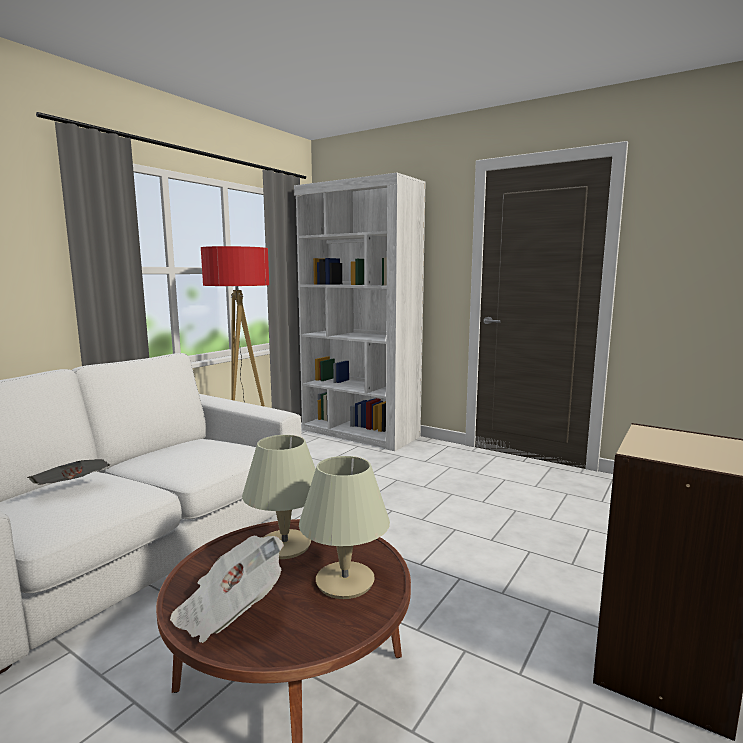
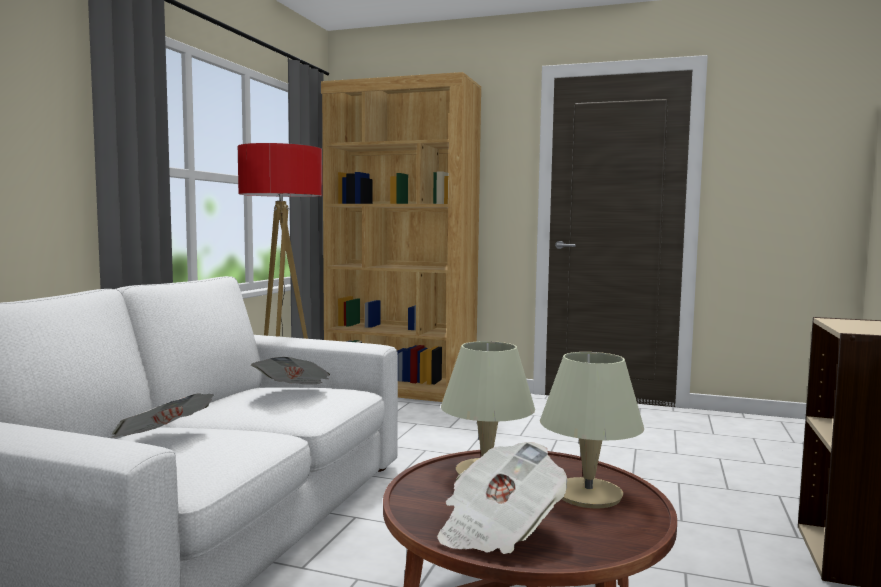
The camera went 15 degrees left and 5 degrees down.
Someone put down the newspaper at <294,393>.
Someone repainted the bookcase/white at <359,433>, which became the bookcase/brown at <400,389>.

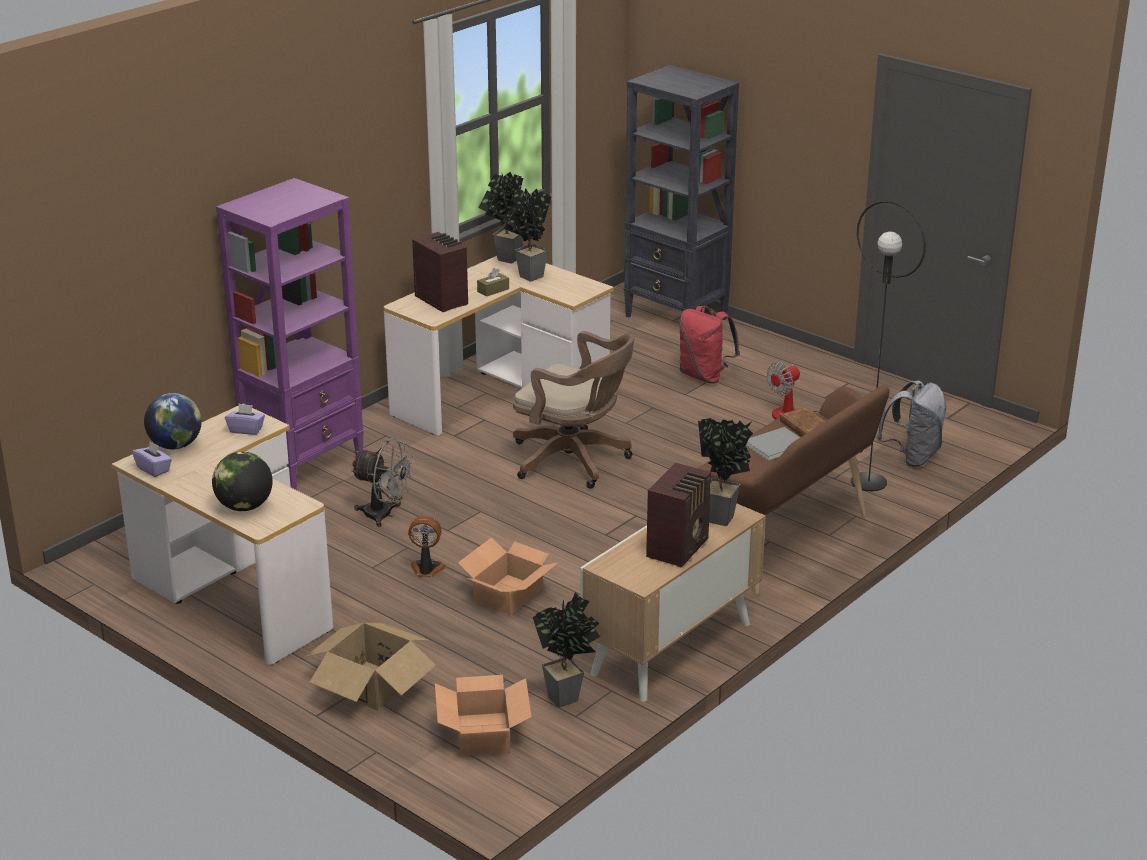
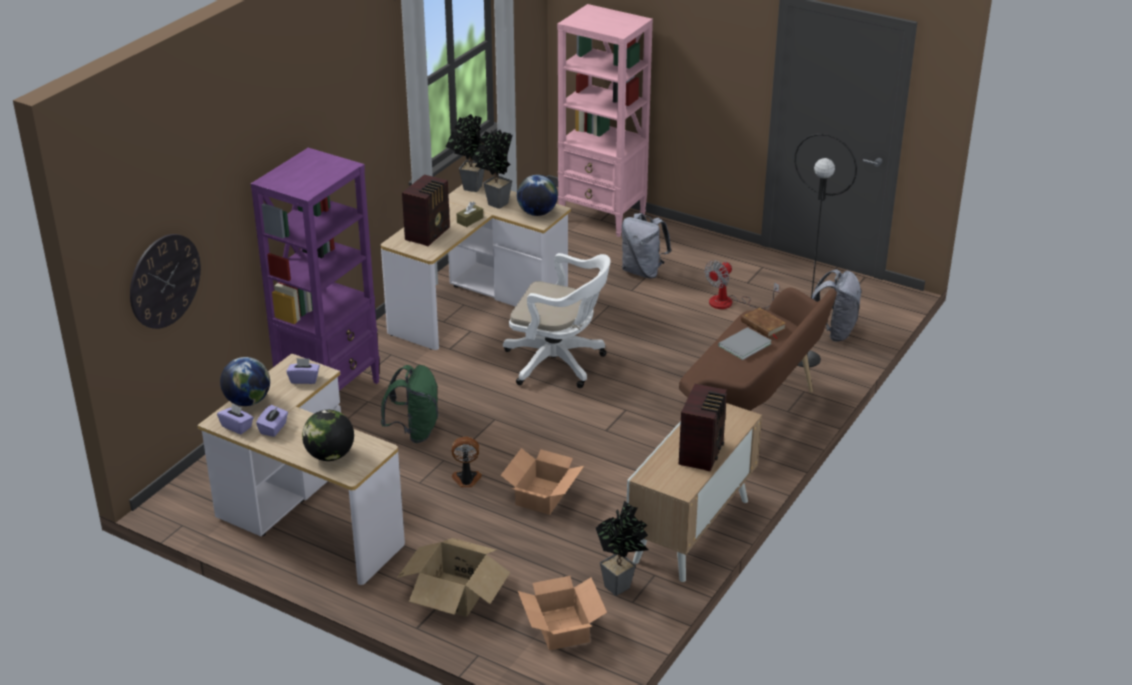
The camera went 10 degrees left and 5 degrees up.
Someone put up the wall clock at <164,281>.
Someone put down the tissue box/purple at <273,428>.
Someone swapped the fan/grey at <385,515> for the backpack/green at <414,431>.
Someone rotated the radio at <441,300> by 75 degrees clockwise.
Someone repainted the office chair/brown at <575,461>, which became the office chair/white at <559,363>.
Someone put down the globe at <537,213>.
Someone repainted the bookcase/black at <676,318>, which became the bookcase/pink at <603,217>.
Someone repainted the backpack/red at <705,376>, which became the backpack/grey at <643,271>.
Someone took away the potted plant at <723,521>.

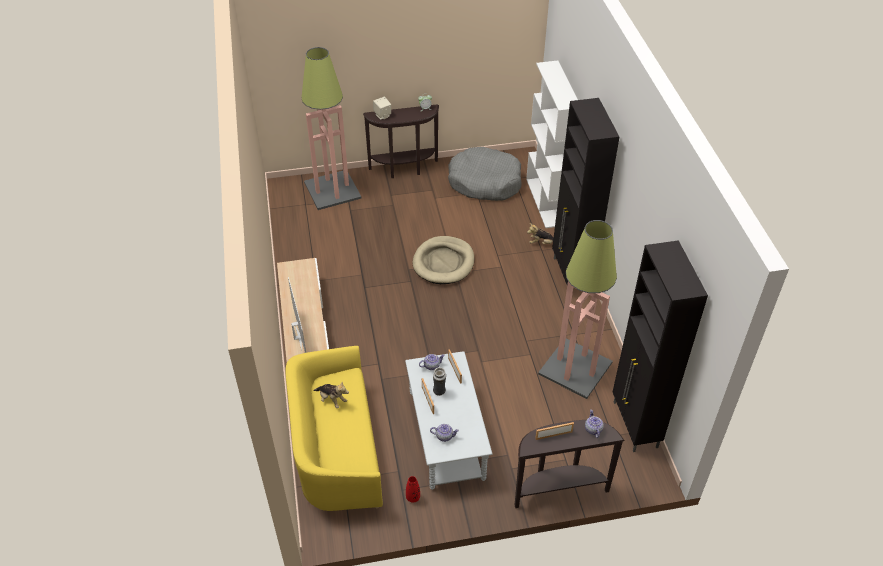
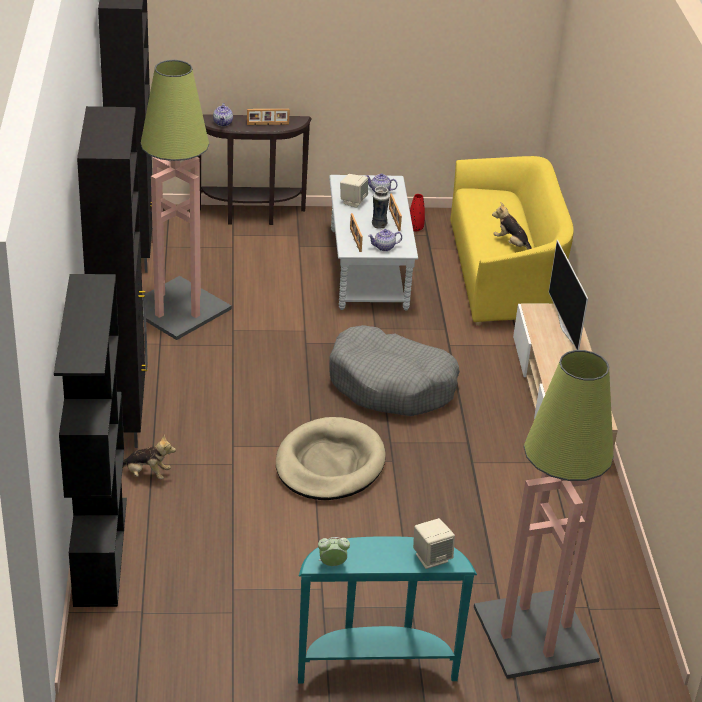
The camera went 175 degrees left and 10 degrees down.
Someone repainted the bookcase/white at <546,202>, which became the bookcase/black at <100,550>.
Someone repainted the console table/brown at <404,169>, which became the console table/turquoise at <376,666>.
Someone carried the dog bed/grey from <484,182> to <391,385>.
Someone put down the speaker/beige at <353,201>.

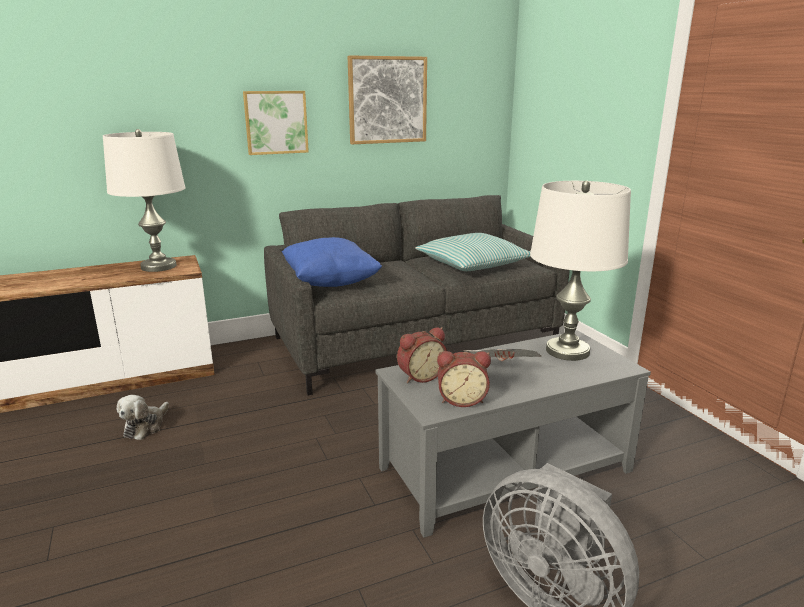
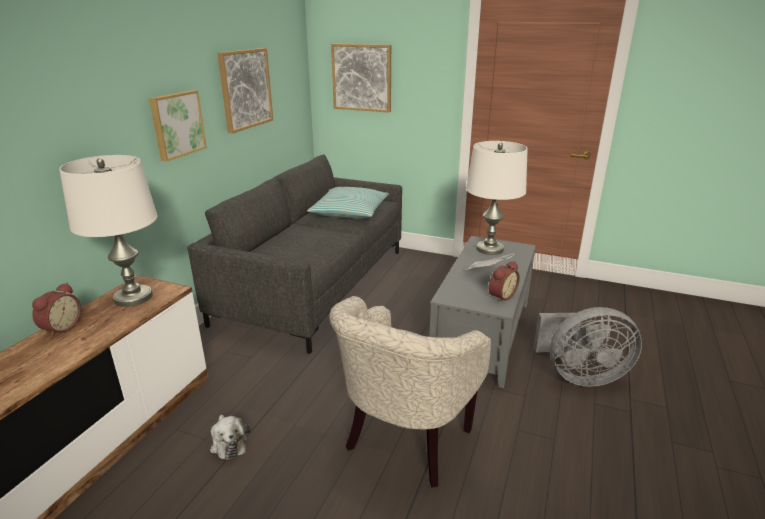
The camera went 45 degrees left and 5 degrees up.
Someone carried the alarm clock from <420,376> to <60,328>.
Someone put down the armchair/beige at <405,443>.
Someone put up the picture at <362,77>.
Someone took away the pillow/blue at <330,283>.

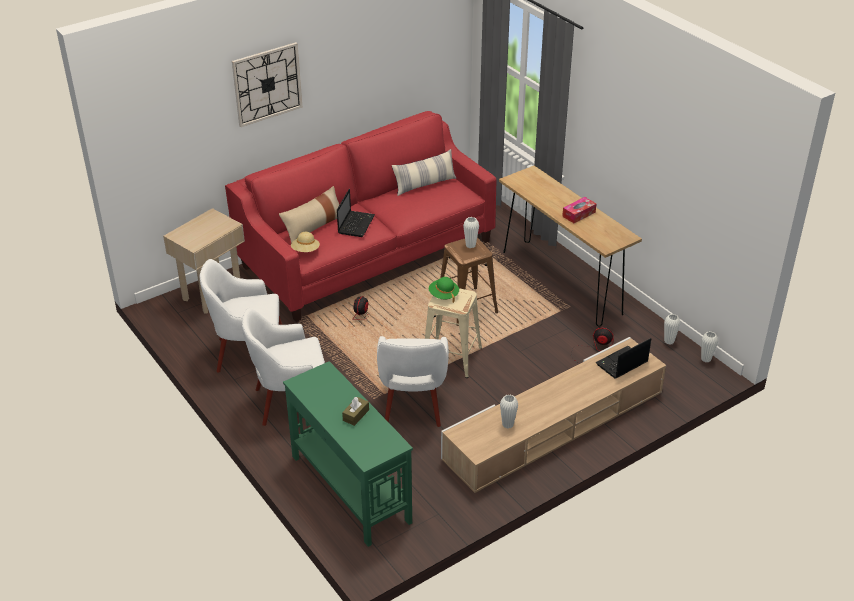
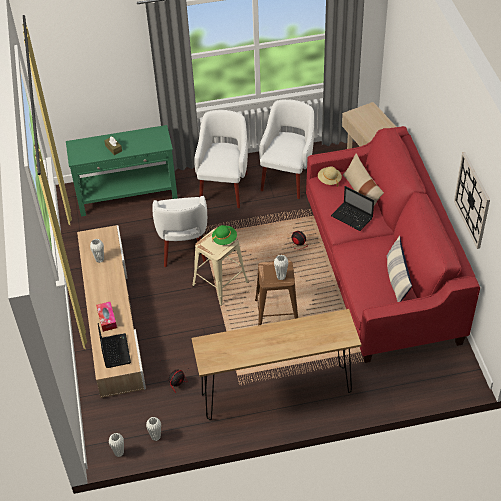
The camera went 115 degrees right and 10 degrees up.
Someone carried the tissue box from <579,214> to <107,319>.
Someone rotated the armchair/white at <412,404> by 120 degrees counterclockwise.
Someone carried the wall clock from <267,84> to <472,200>.

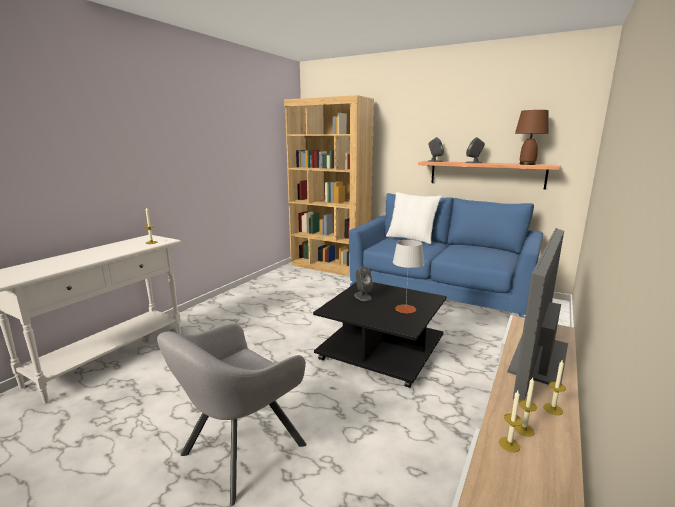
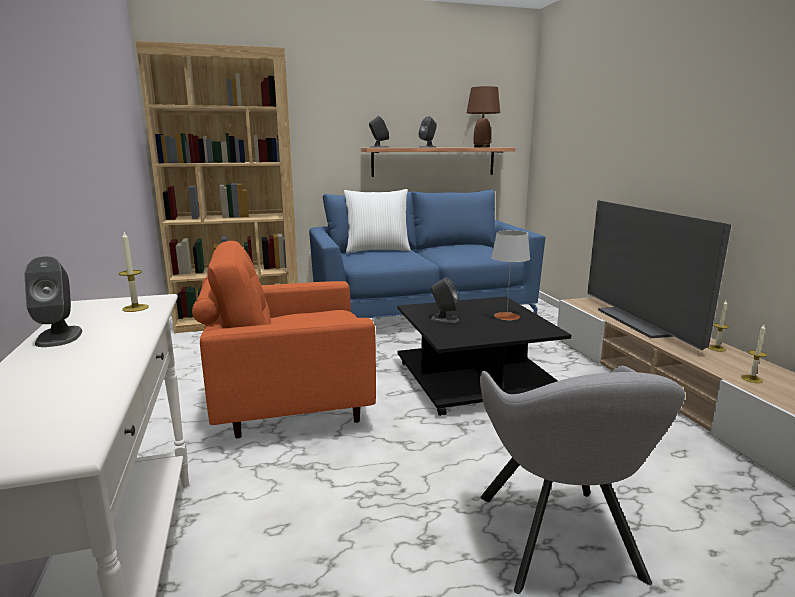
The camera went 45 degrees left and 0 degrees up.
Someone put down the speaker/grey at <59,336>.
Someone put down the armchair/orange at <290,404>.
Someone took away the candle at <524,429>.

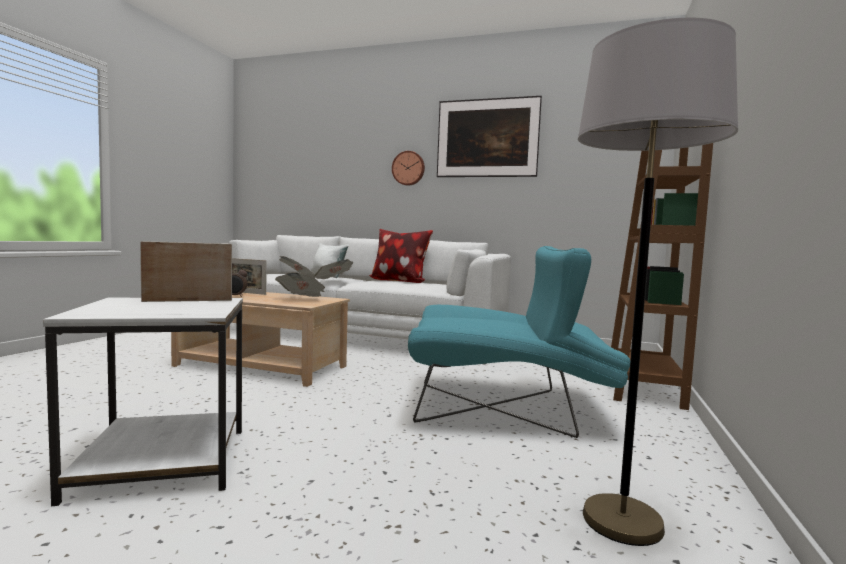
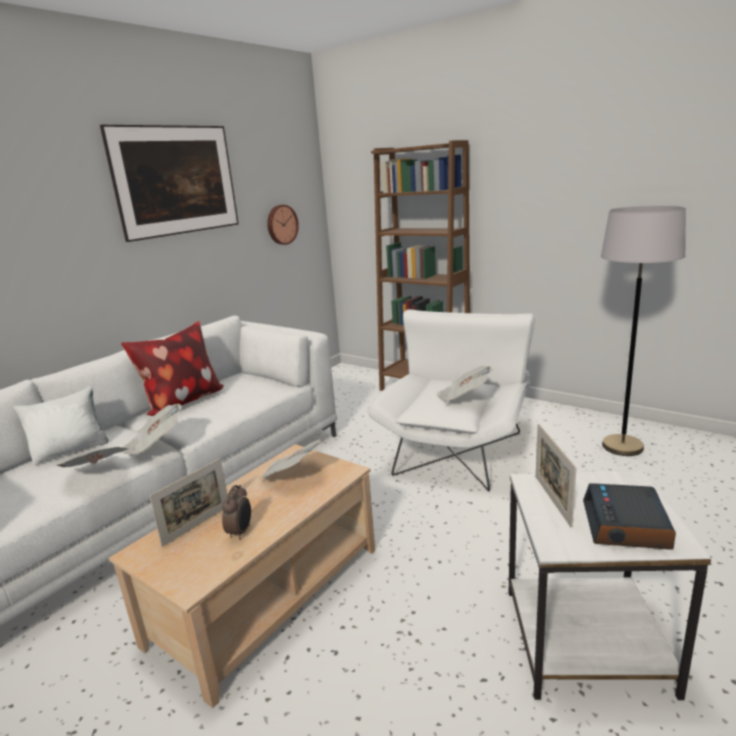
The camera went 70 degrees left and 15 degrees up.
Someone carried the wall clock from <408,168> to <281,224>.
Someone repainted the armchair/turquoise at <506,408>, which became the armchair/white at <459,447>.
Someone put down the newspaper at <463,397>.
Someone put down the alarm clock at <626,526>.

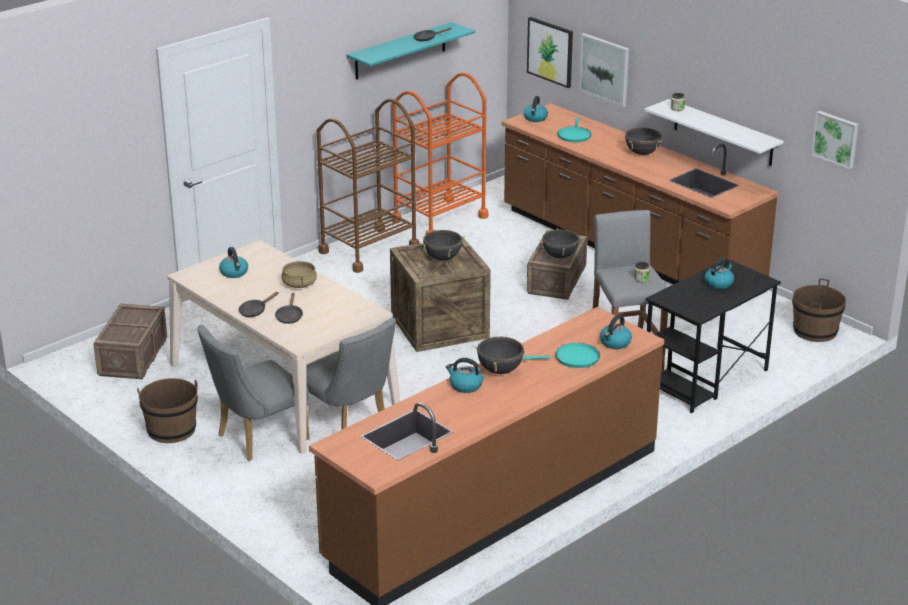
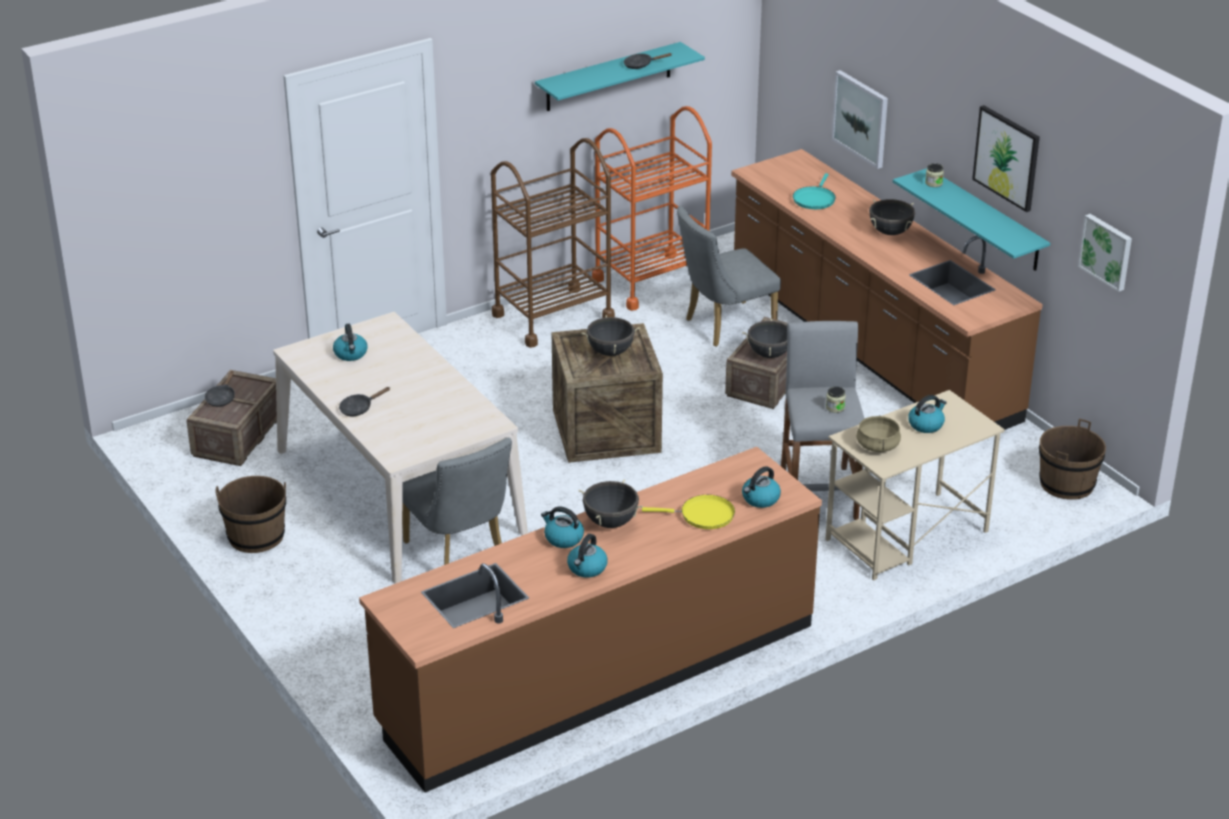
The camera went 10 degrees right and 5 degrees up.
Someone carried the frying pan/black from <289,316> to <221,398>.
Someone carried the kettle from <535,118> to <587,568>.
Someone repainted the frying pan/turquoise at <573,359>, which became the frying pan/yellow at <703,515>.
Someone carried the chair/grey from <256,439> to <724,326>.
Someone repainted the desk/black at <705,379>, which became the desk/beige at <906,536>.
Someone carried the cooking pot/beige from <299,284> to <878,446>.
Someone repainted the shelf/white at <723,133>, which became the shelf/turquoise at <985,220>.
Someone carried the picture from <550,51> to <1007,157>.

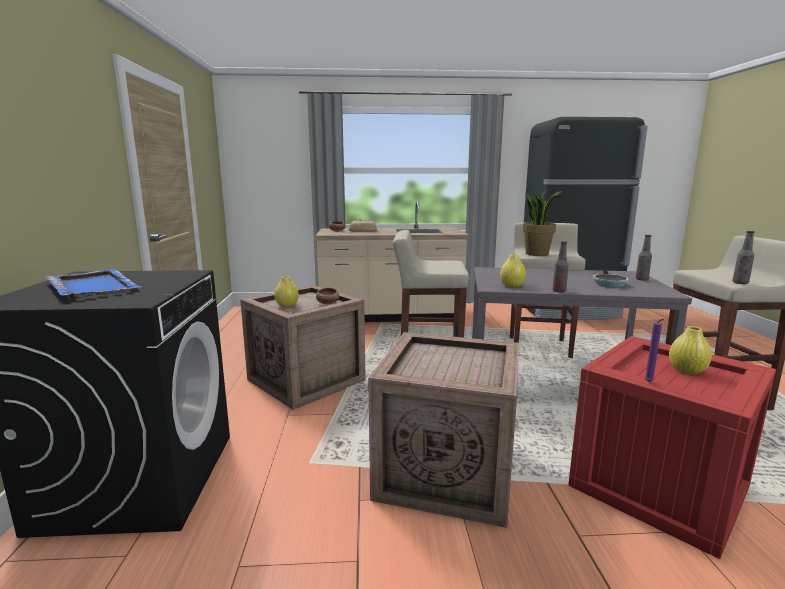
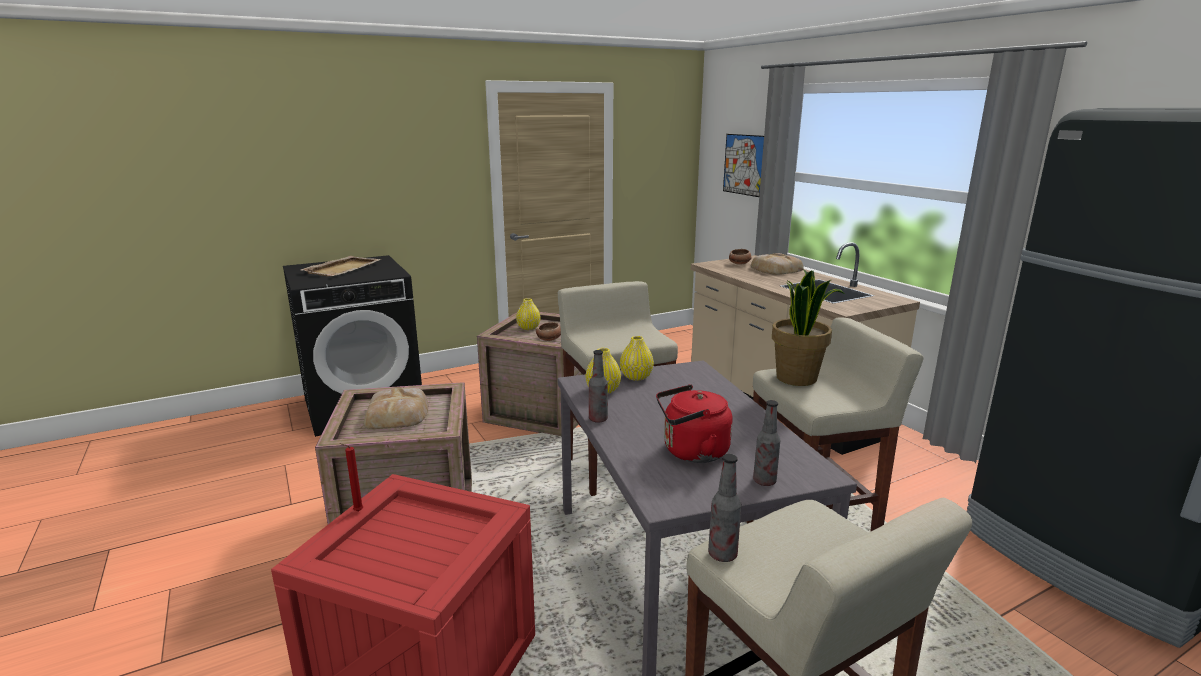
The camera went 65 degrees right and 5 degrees up.
Someone repainted the tray/blue at <93,286>, which became the tray/beige at <343,268>.
Someone repainted the candle/purple at <649,382>, which became the candle/red at <356,511>.
Someone put down the bread at <398,414>.
Someone carried the vase/yellow from <687,370> to <636,377>.
Someone swapped the frying pan at <608,283> for the kettle/red at <691,452>.
Someone put up the picture at <744,164>.

